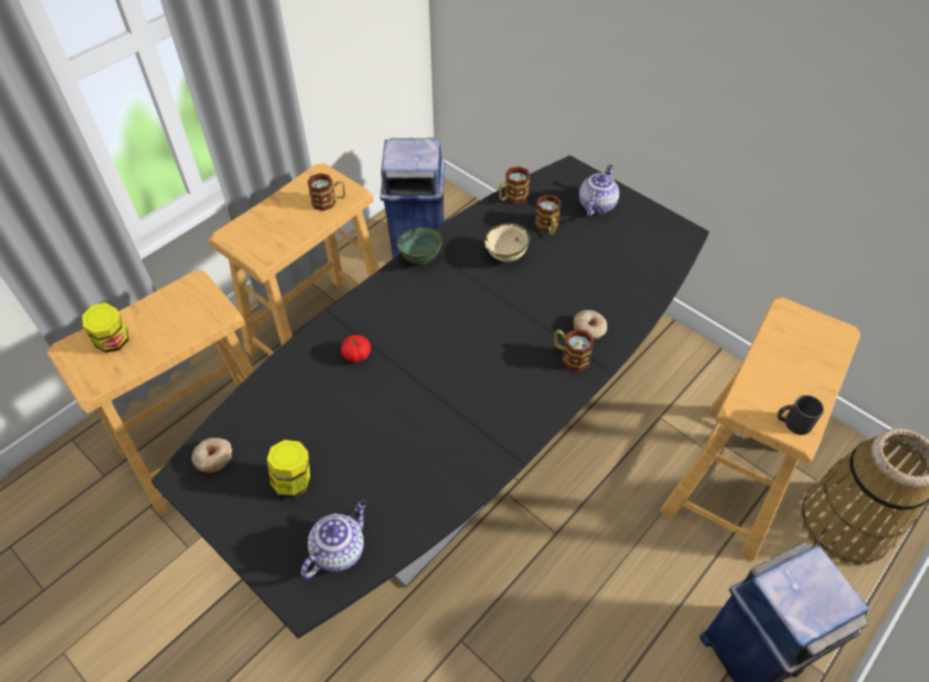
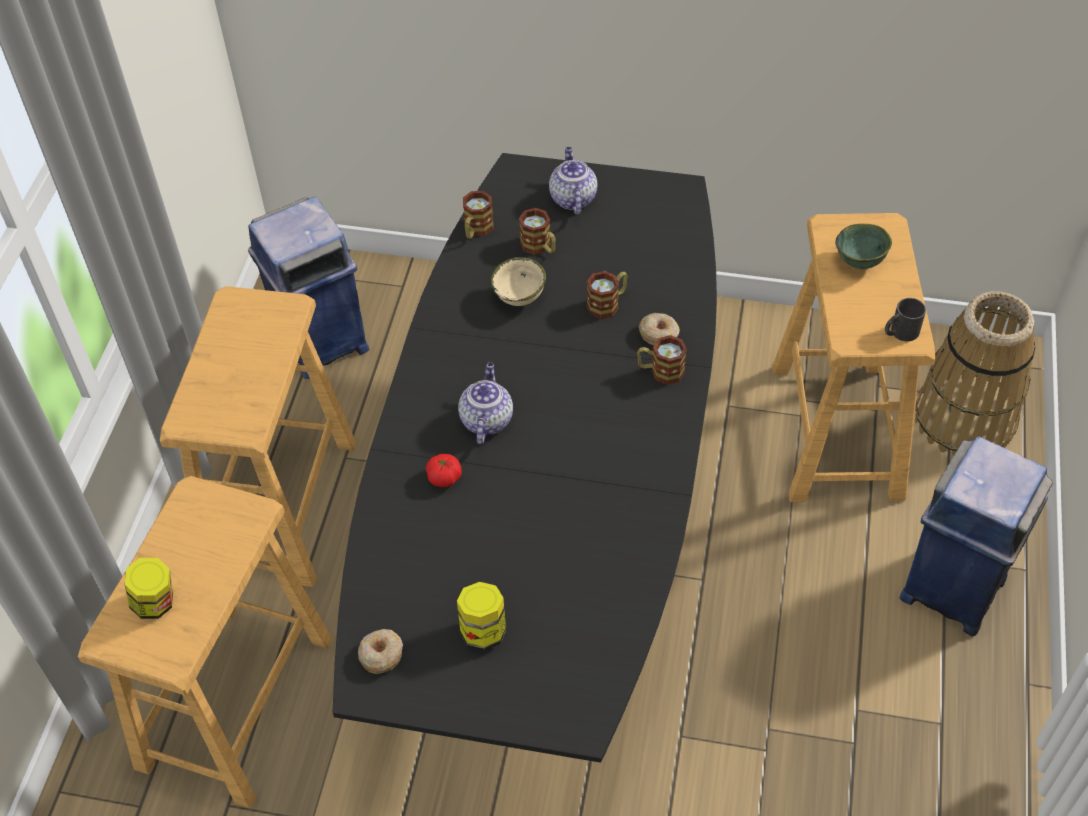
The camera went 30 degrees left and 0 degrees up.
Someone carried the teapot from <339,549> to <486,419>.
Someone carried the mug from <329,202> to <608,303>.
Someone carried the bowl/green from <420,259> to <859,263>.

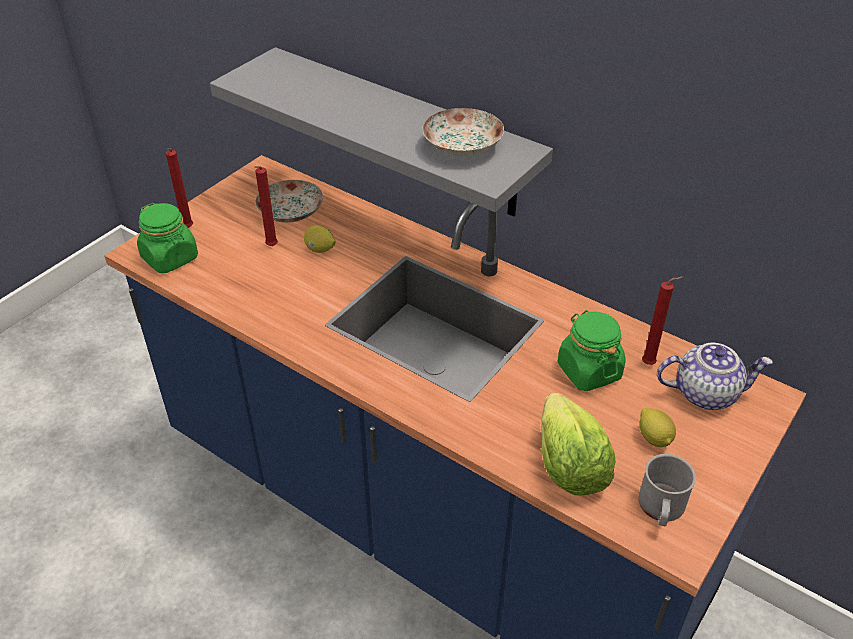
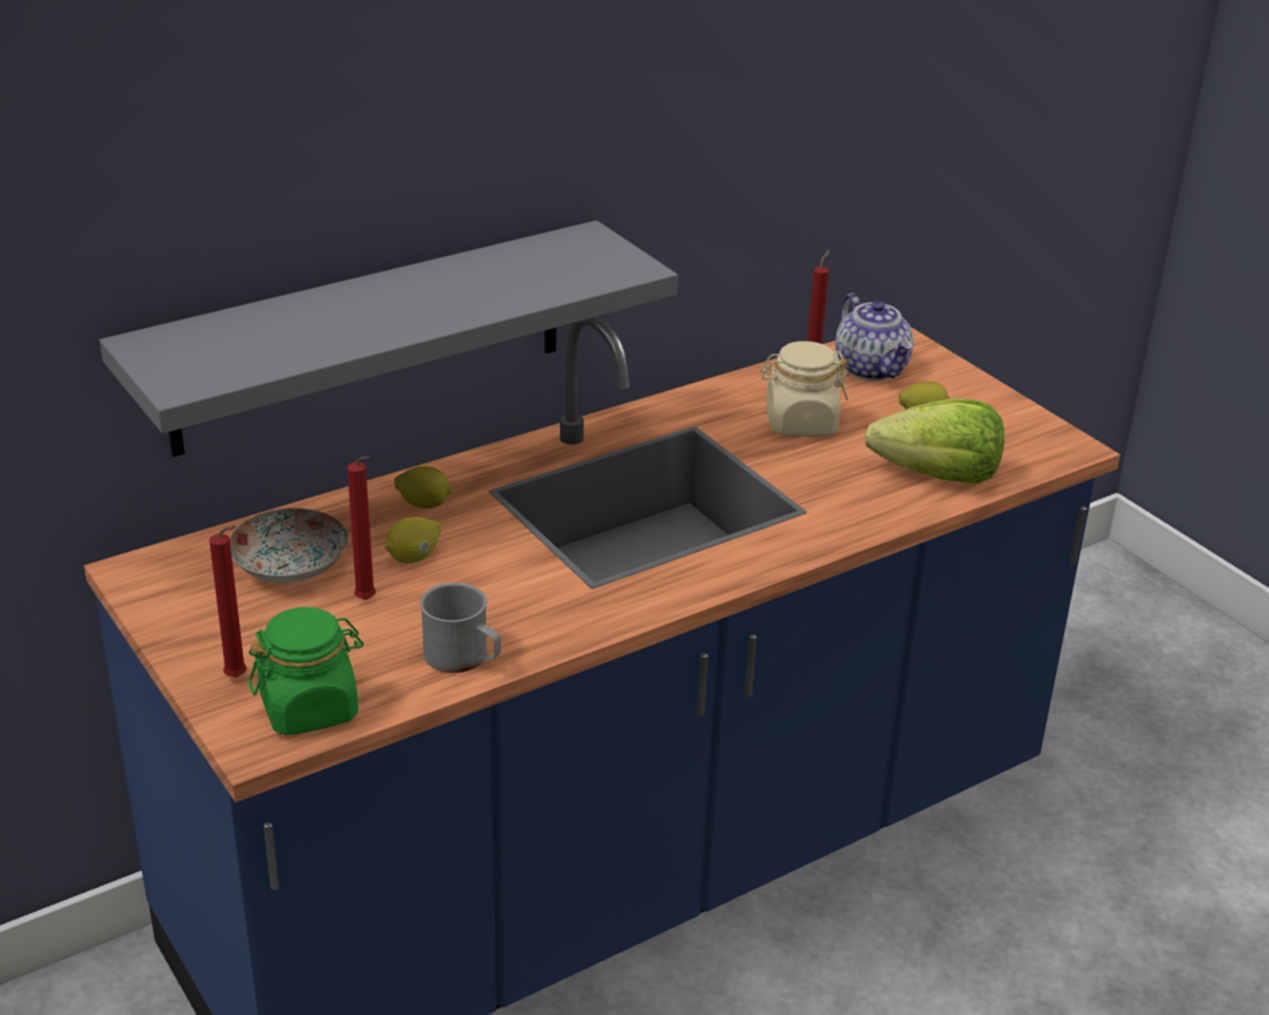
The camera went 70 degrees left and 10 degrees down.
Someone put down the lemon at <424,504>.
Someone carried the mug/grey from <661,509> to <464,658>.
Someone repainted the jar/green at <588,371>, which became the jar/beige at <800,423>.
Someone rotated the teapot at <706,393> by 135 degrees clockwise.
Someone took away the plate at <462,145>.

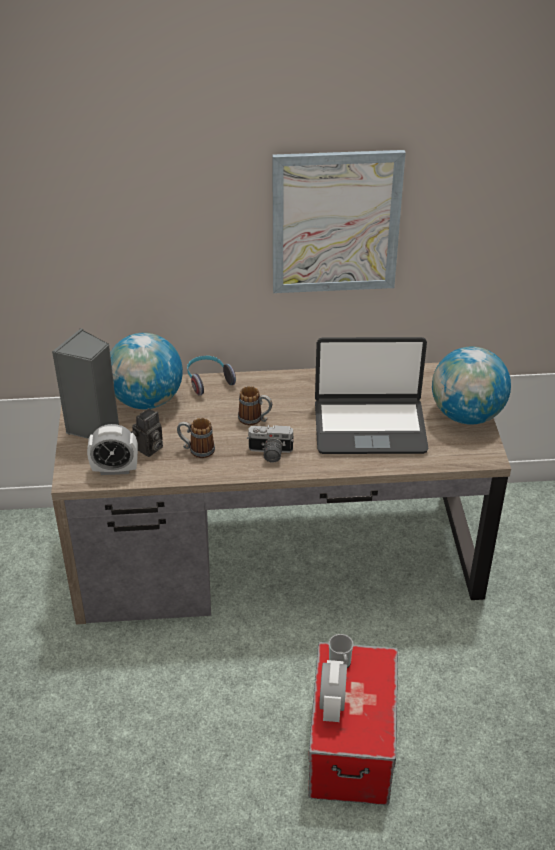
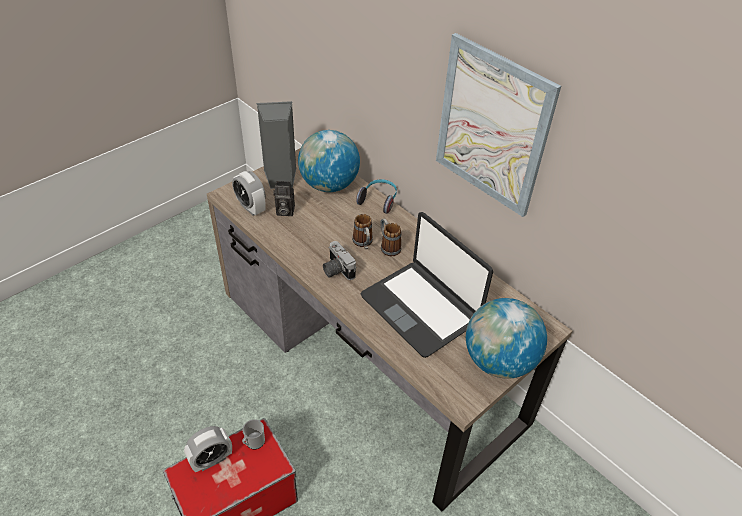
The camera went 50 degrees right and 5 degrees up.
Someone carried the mug from <196,450> to <388,246>.

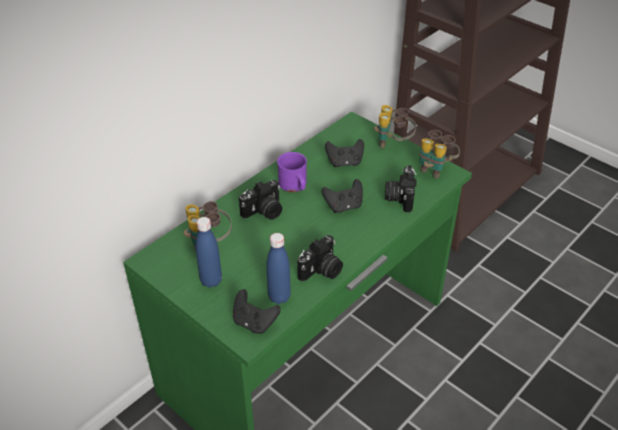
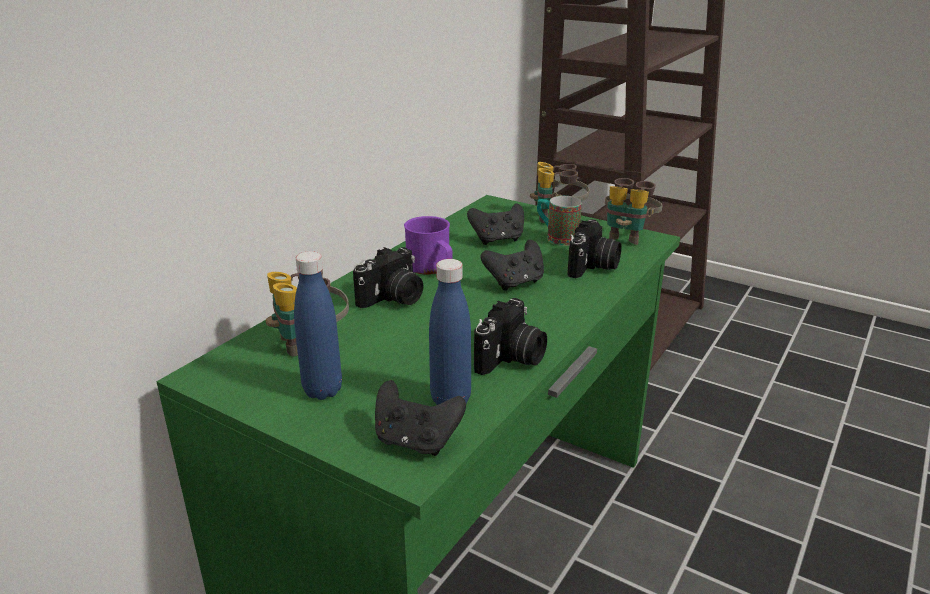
The camera went 10 degrees left and 15 degrees down.
Someone put down the mug at <556,238>.
Someone rotated the photo camera at <399,197> by 150 degrees counterclockwise.

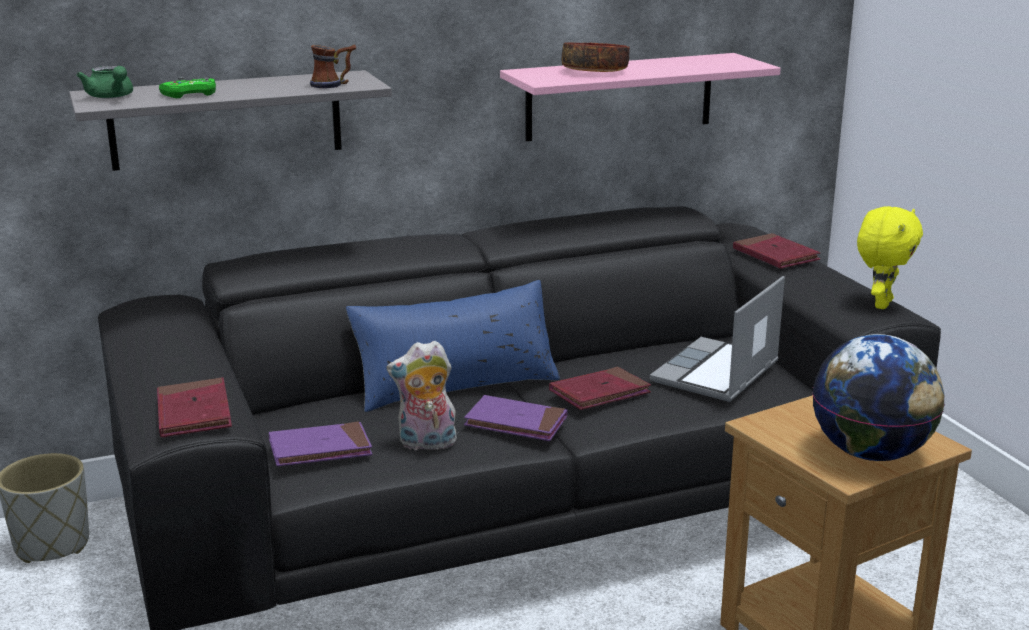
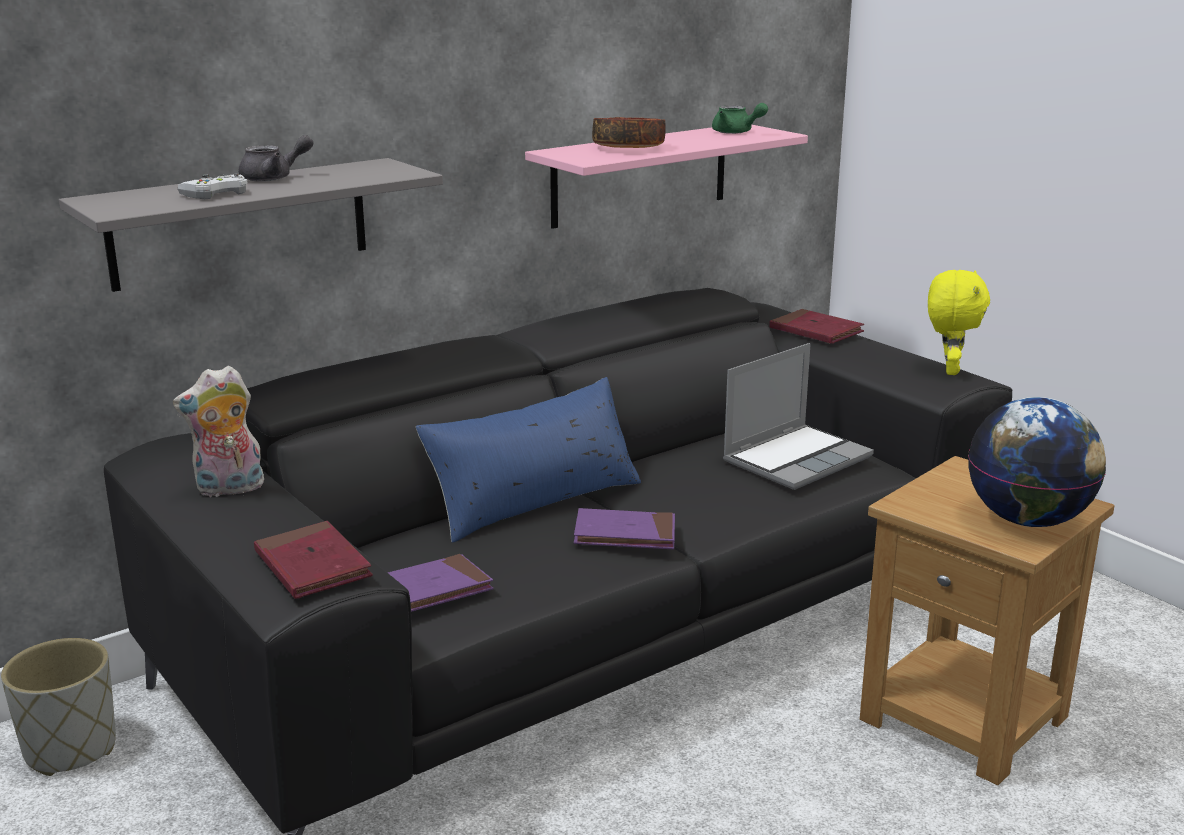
The camera went 15 degrees left and 0 degrees up.
Someone carried the plush toy from <426,444> to <228,489>.
Someone repainted the game controller/green at <190,94>, which became the game controller/white at <216,194>.
Someone put down the teapot/grey at <274,178>.
Someone carried the teapot/green from <111,97> to <736,132>.
Someone rotated the laptop at <716,373> by 150 degrees counterclockwise.
Someone took away the mug at <334,84>.
Someone took away the book/red at <599,393>.

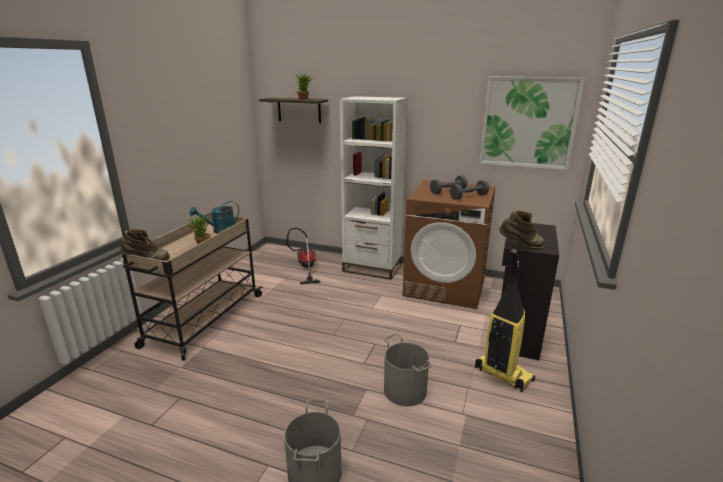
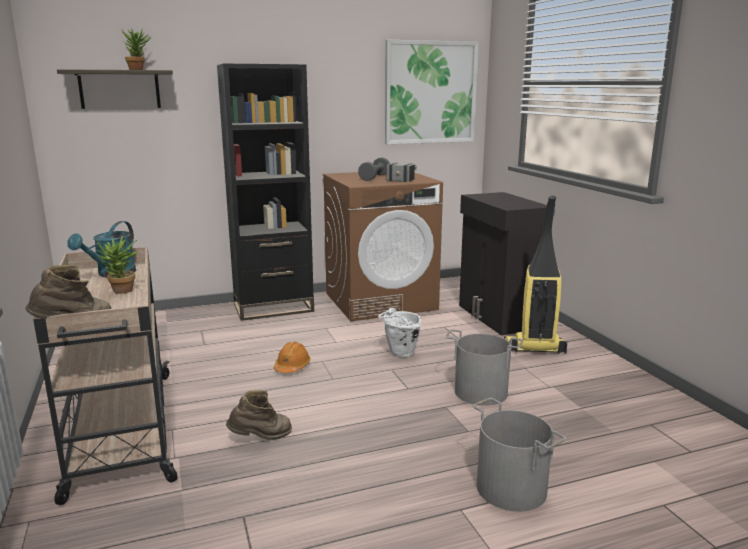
The camera went 40 degrees left and 5 degrees down.
Someone repainted the bookcase/white at <372,268>, which became the bookcase/black at <273,307>.
Someone carried the boot/brown from <520,246> to <261,439>.
Someone put down the hard hat/orange at <292,366>.
Someone put down the bucket/white at <399,355>.
Someone swapped the dumbbell/grey at <468,196> for the hammer at <405,178>.
Someone took away the vacuum cleaner at <305,268>.

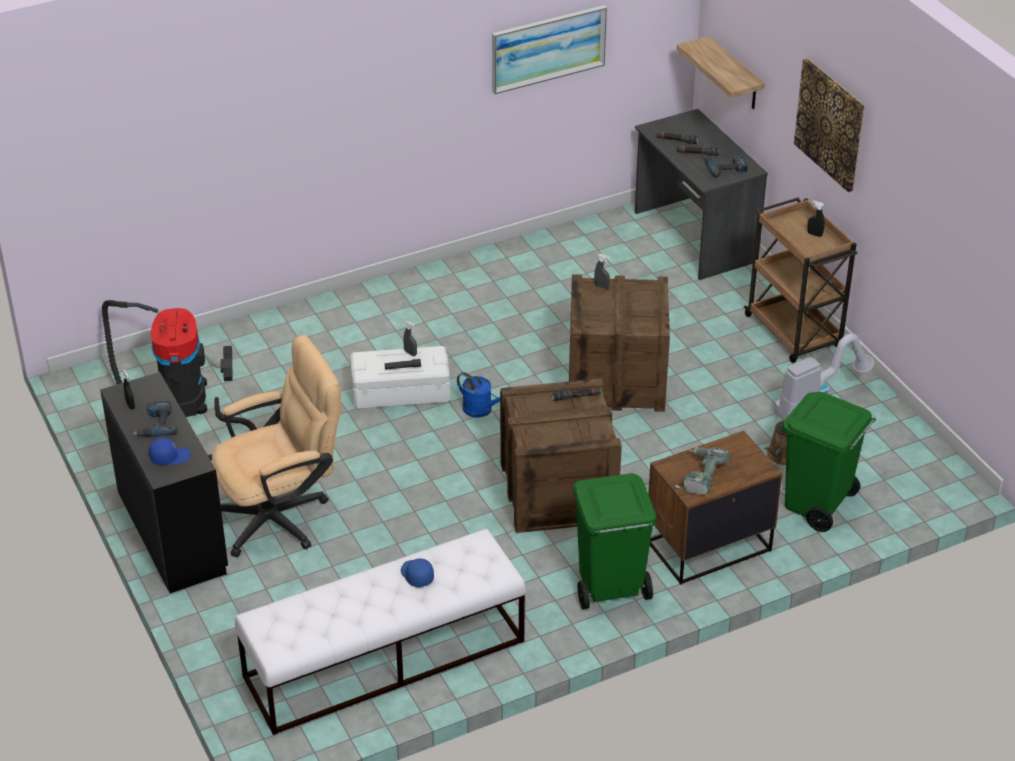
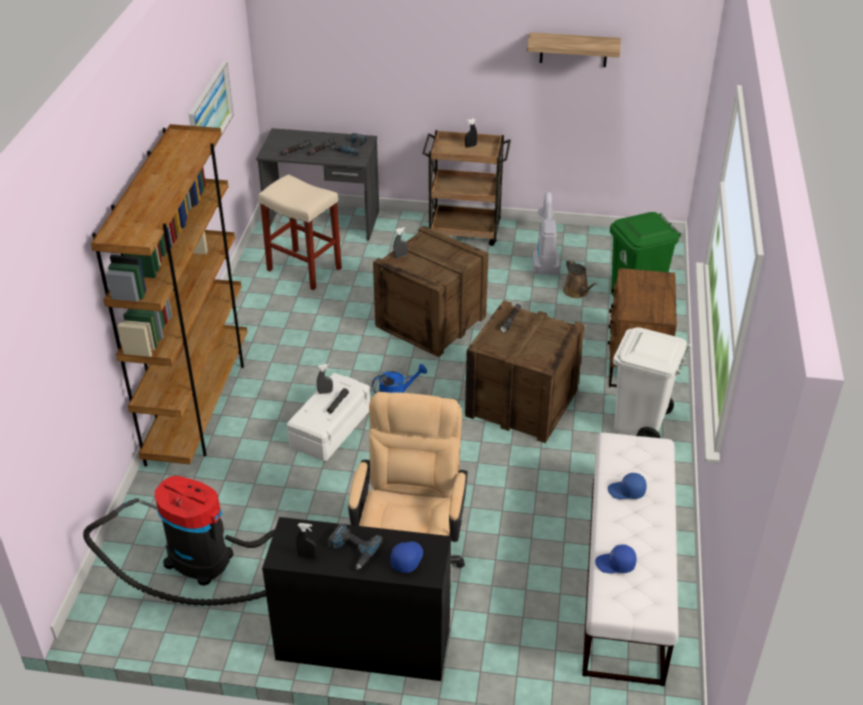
The camera went 55 degrees left and 0 degrees up.
Someone put down the bookcase/brown at <199,406>.
Someone put down the stool/beige at <303,269>.
Someone carried the shelf from <735,74> to <573,49>.
Someone put down the cap/blue at <615,564>.
Someone repainted the trash can/green at <609,588>, which became the trash can/white at <640,425>.
Someone took away the power drill at <700,477>.
Someone took away the picture at <830,124>.

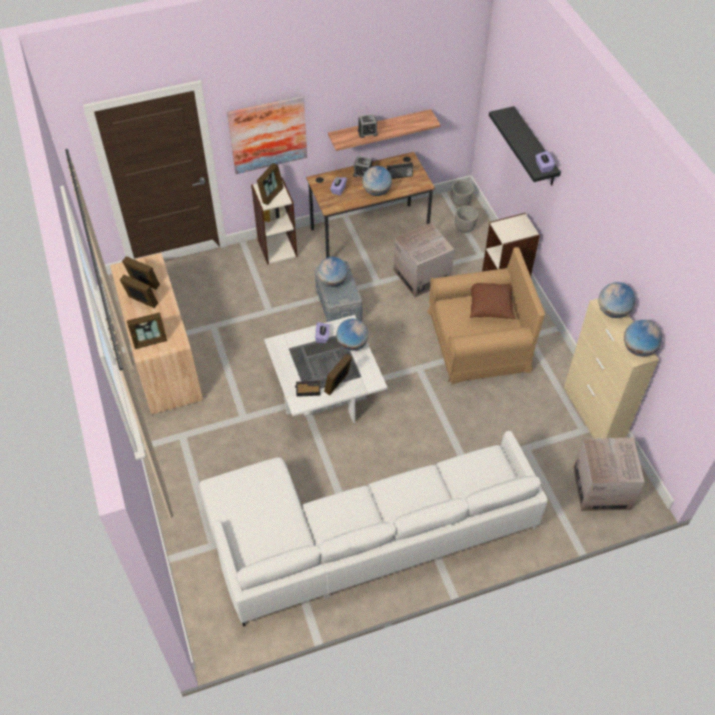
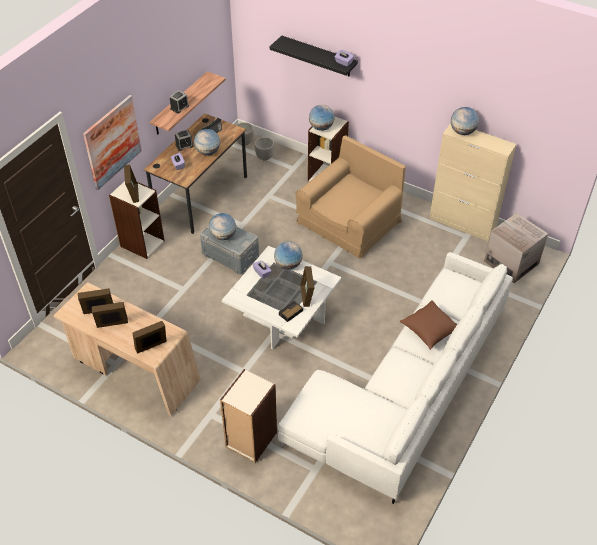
The camera went 40 degrees left and 5 degrees down.
Someone rotated the picture frame at <150,341> by 150 degrees counterclockwise.
Someone put down the bookcase at <251,440>.
Someone carried the globe from <638,349> to <321,127>.
Someone carried the pillow/brown from <490,307> to <429,330>.
Someone took away the cardboard box at <421,276>.

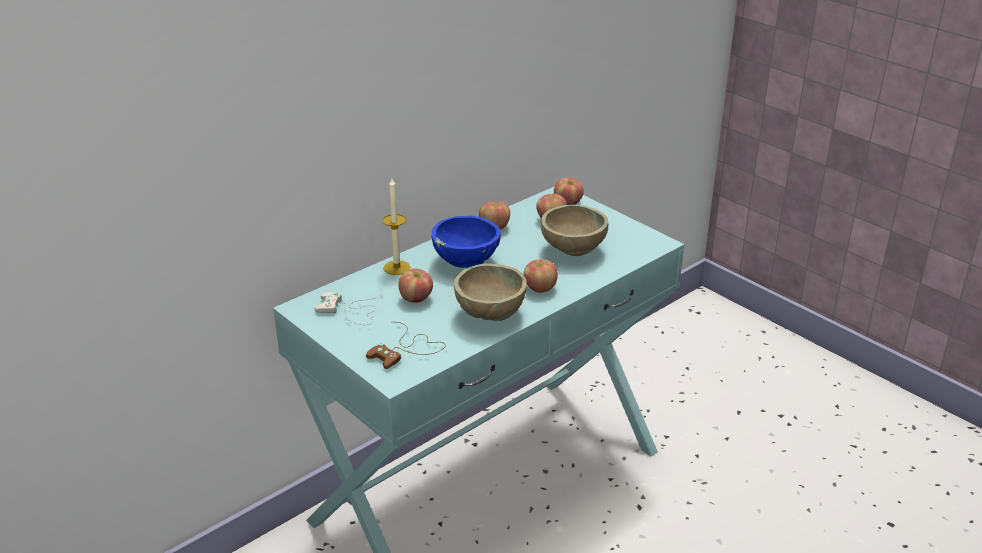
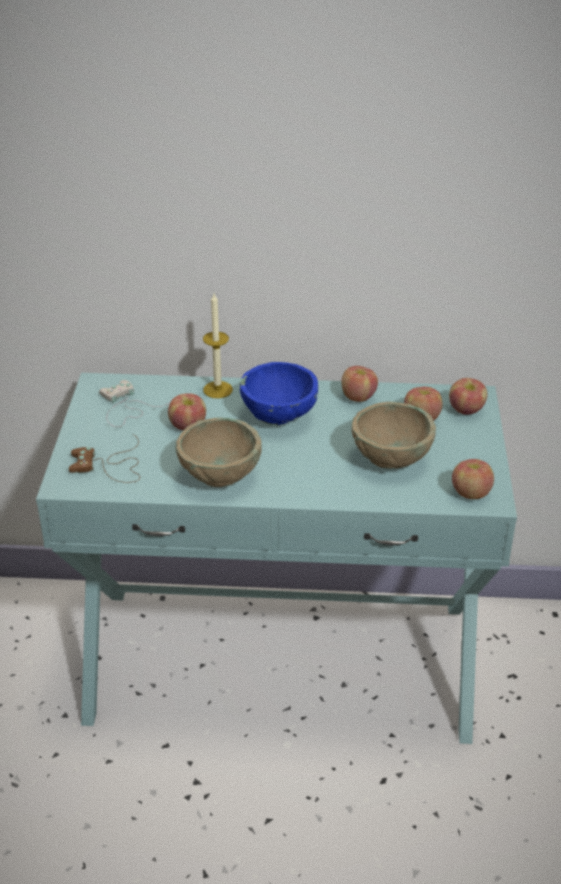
The camera went 45 degrees right and 5 degrees up.
Someone carried the apple from <540,288> to <470,493>.

